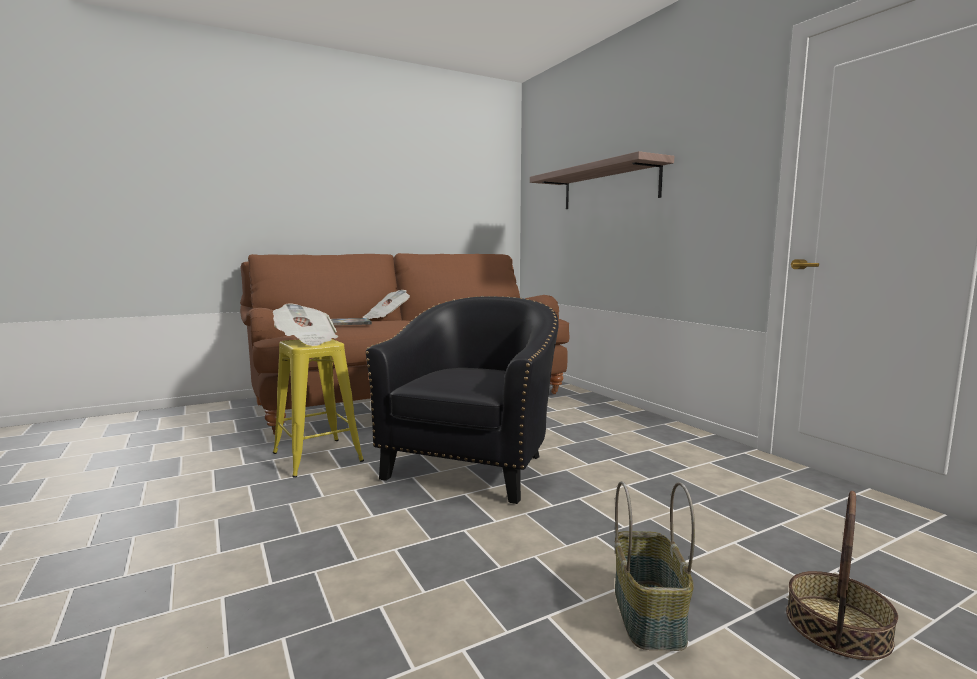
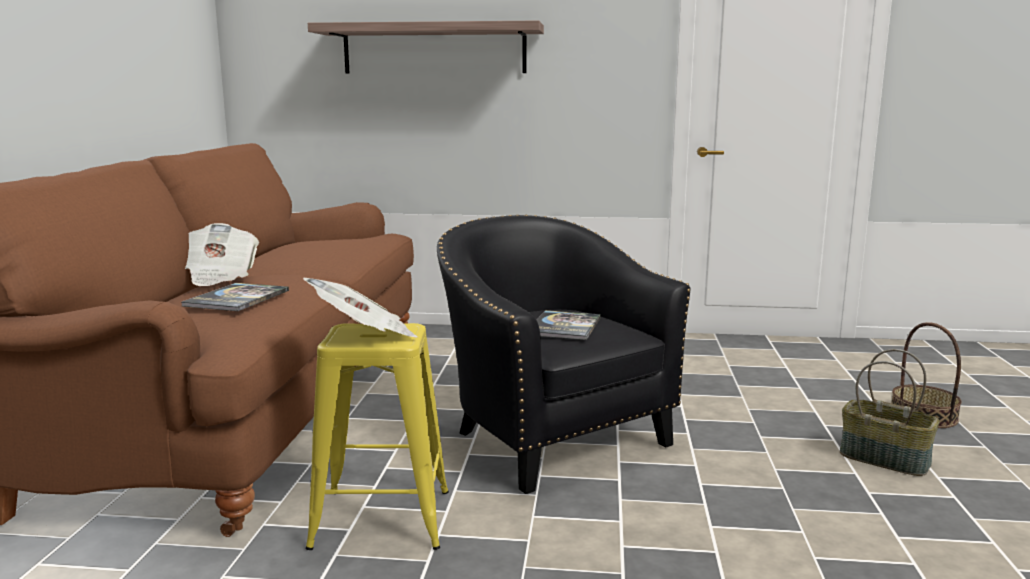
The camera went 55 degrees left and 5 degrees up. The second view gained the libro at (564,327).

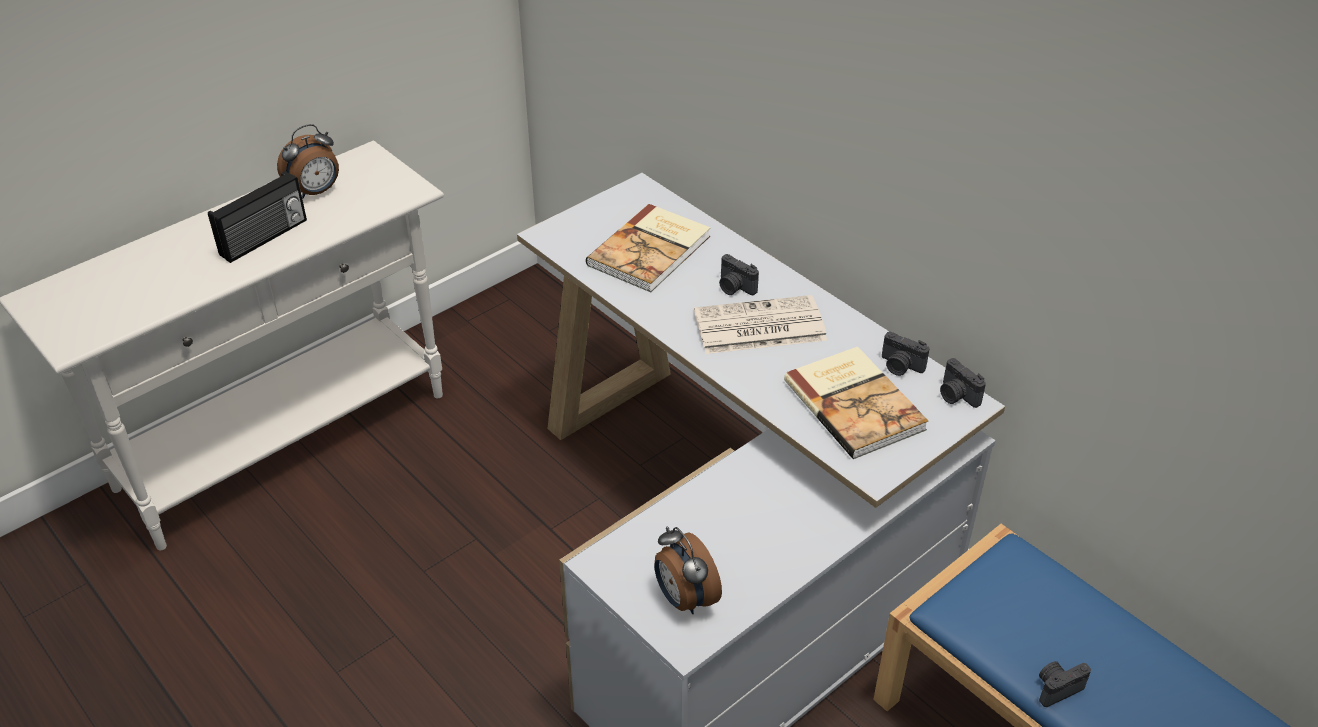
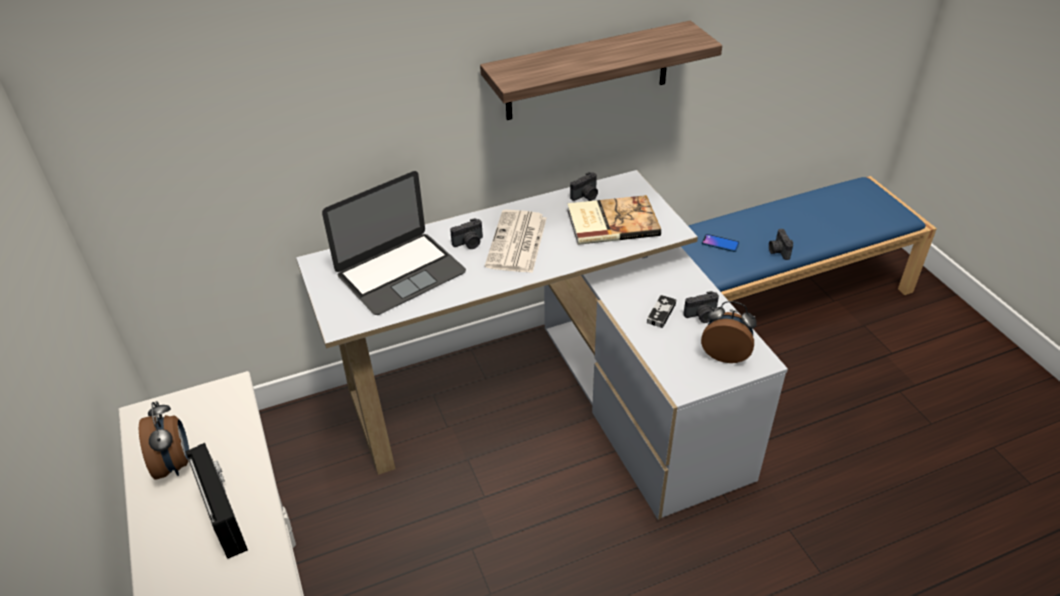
The camera went 70 degrees left and 0 degrees up. The second view gained the estante at (588,71). The second view gained the mando de consola at (661,313). The second view gained the móvil at (720,243). The cámara ended up elsewhere, having gone from (956,396) to (701,316). Where the libro stood at (652,251), the portátil came to stand at (400,273). The despertador at (684,599) ended up facing another way, 150 degrees counterclockwise from before.

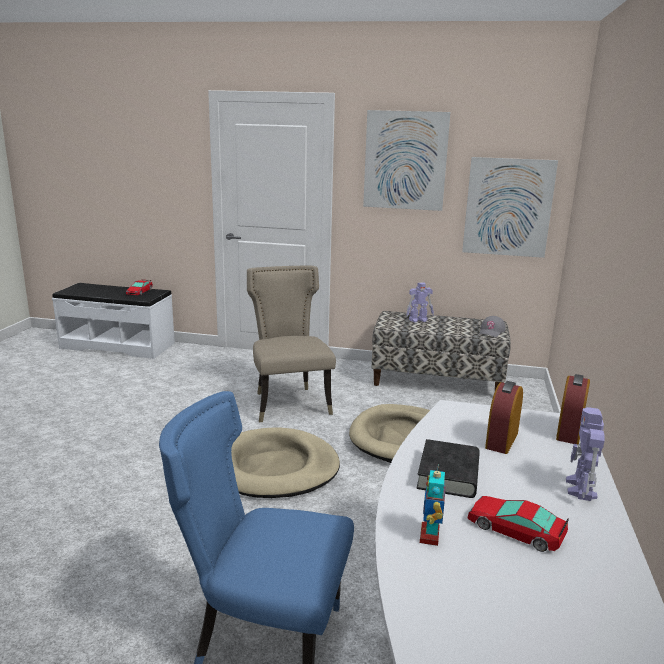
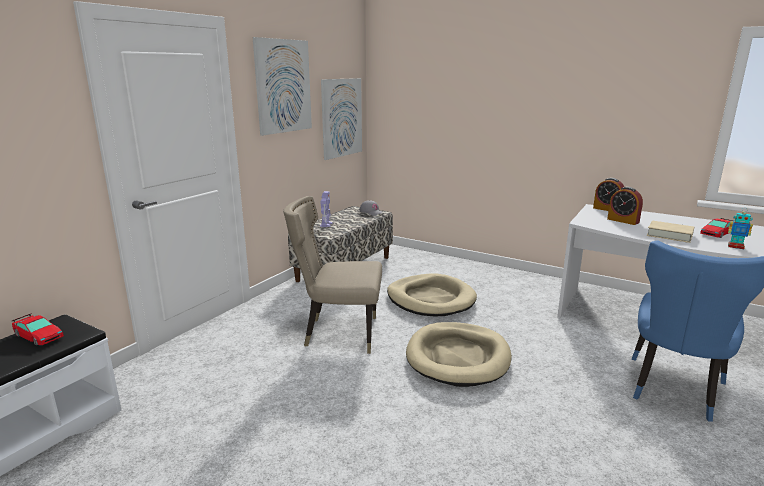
The camera went 70 degrees left and 0 degrees up. The second view lost the robot de juguete at (581,489). What was the libro (negro) at (448,474) turned into the libro (beis) at (669,235).

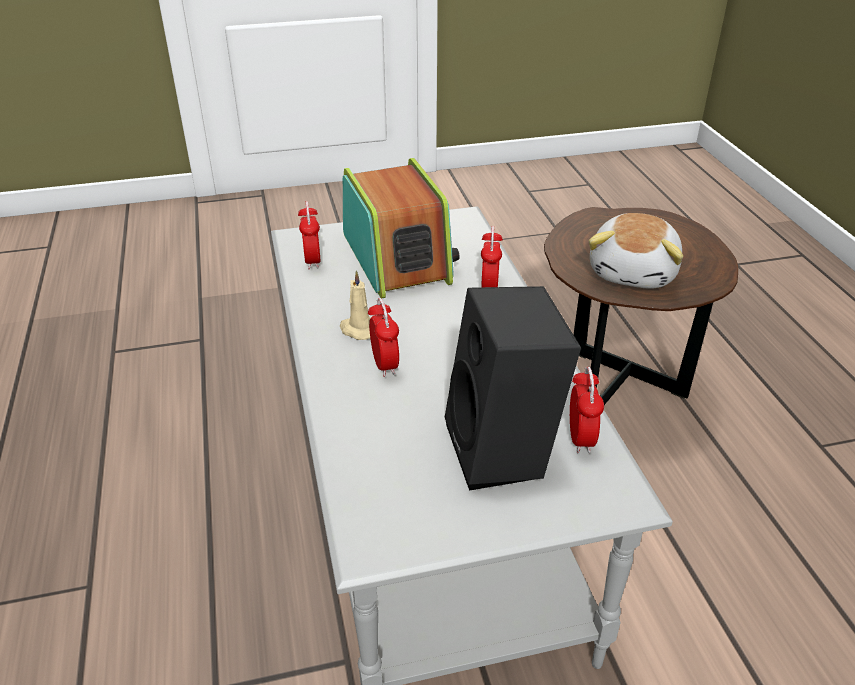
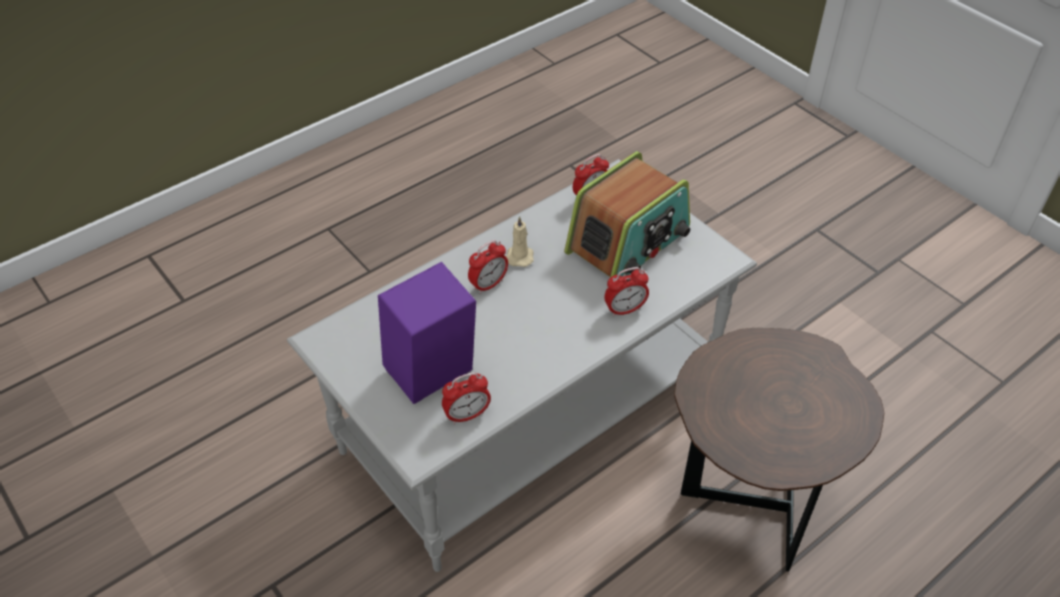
The camera went 65 degrees right and 10 degrees up. The second view lost the peluche at (634,272). What was the altavoz (negro) at (505,452) turned into the altavoz (morado) at (431,377).

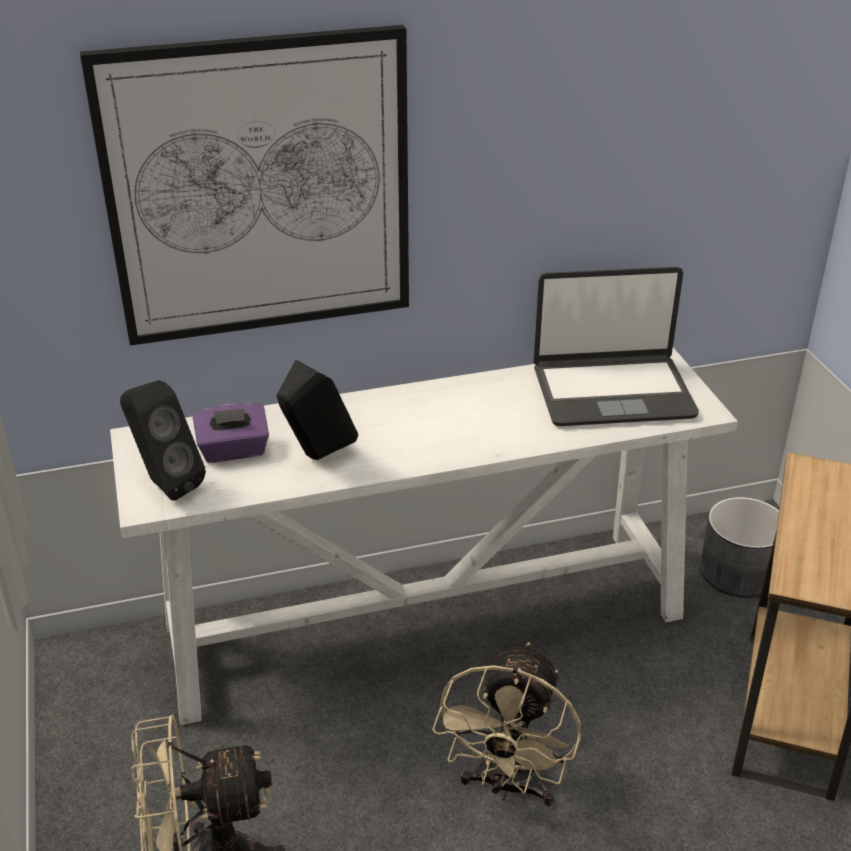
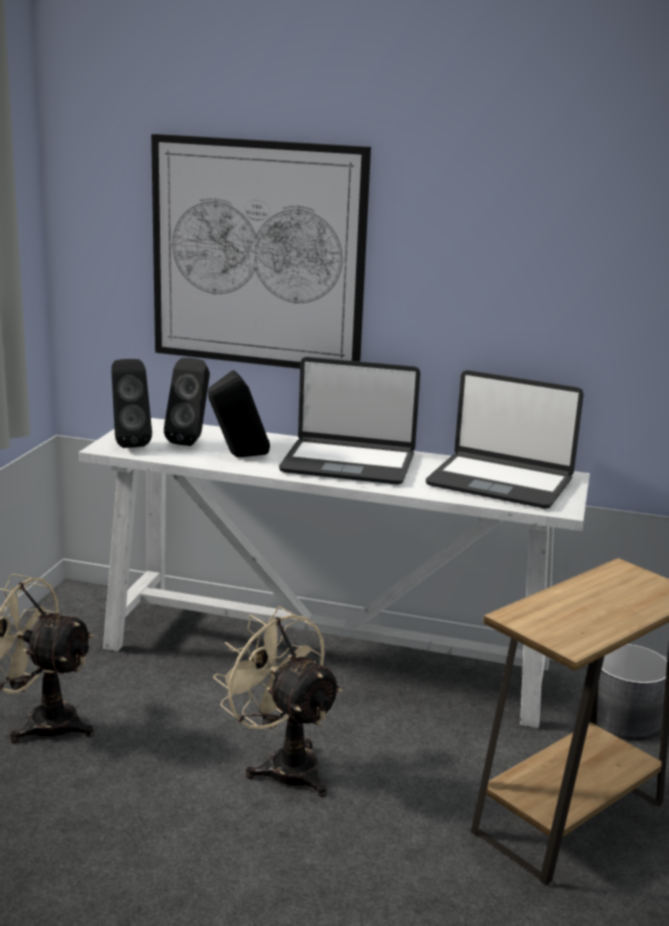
The camera went 30 degrees right and 15 degrees down. The second view gained the portátil at (348,463). Where the caja de pañuelos (morado) stood at (233,451), the altavoz (negro) came to stand at (191,441). The ventilador (beis) at (508,786) ended up facing another way, 90 degrees clockwise from before.

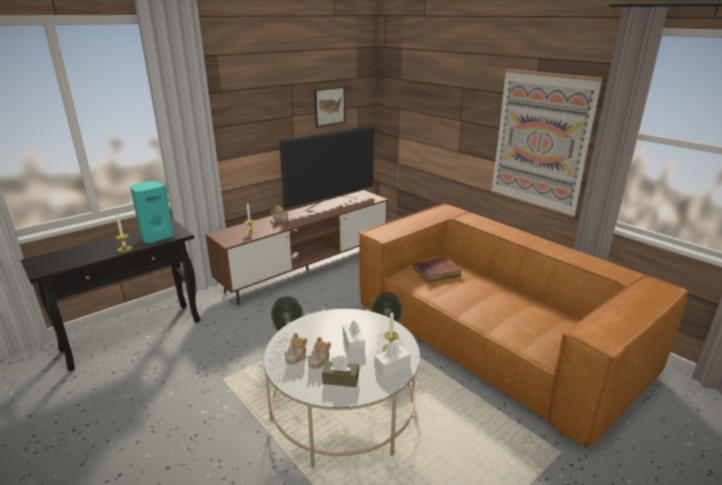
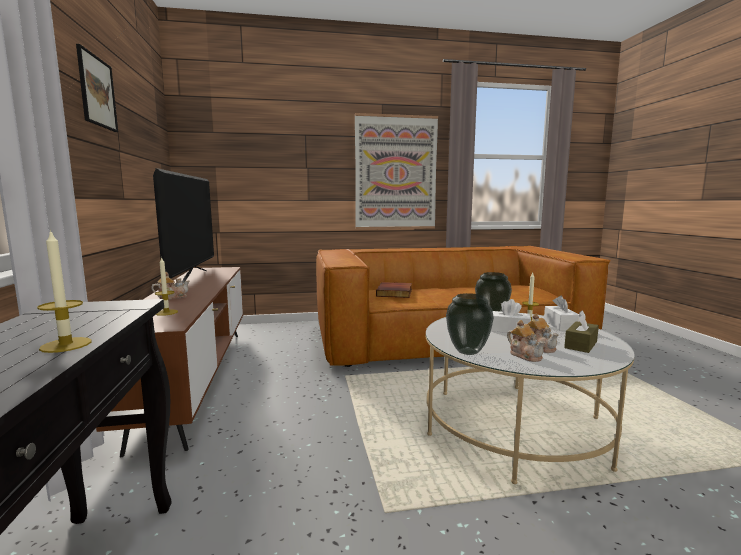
The camera went 60 degrees left and 15 degrees down. The second view lost the altavoz (turquesa) at (156,237). The cuadro ended up elsewhere, having gone from (329,106) to (97,91).

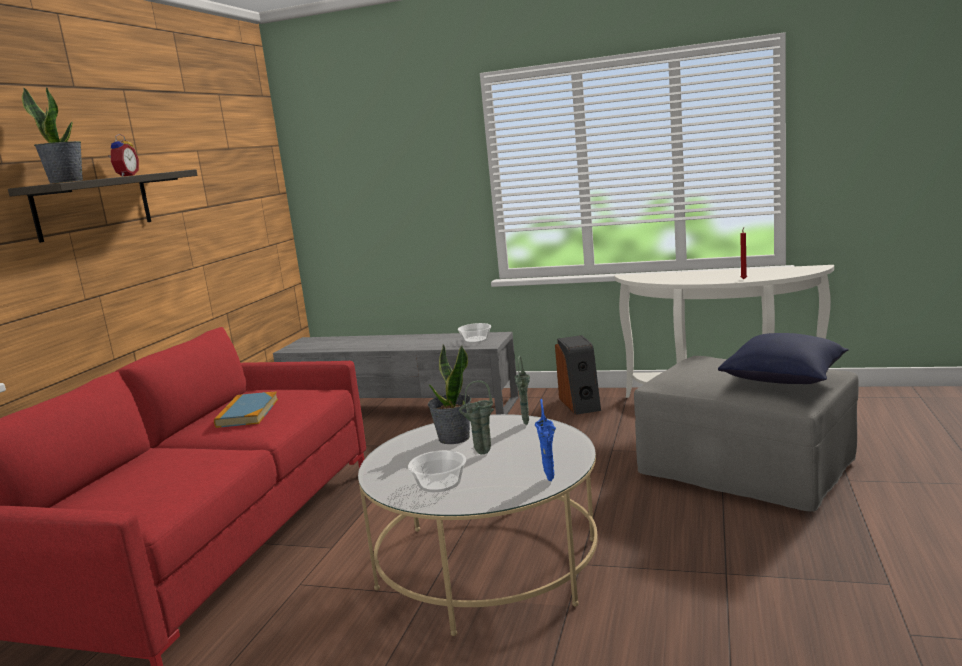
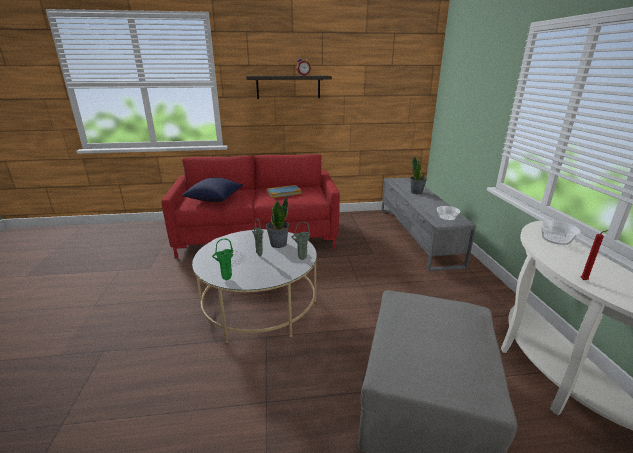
The camera went 65 degrees right and 10 degrees up. The second view lost the altavoz at (580,404). The second view gained the cuenco at (555,239). The planta en maceta ended up elsewhere, having gone from (66,182) to (416,192). The cojín (azul) ended up elsewhere, having gone from (784,380) to (214,199). What was the florero (azul) at (550,480) turned into the florero (verde) at (226,280).

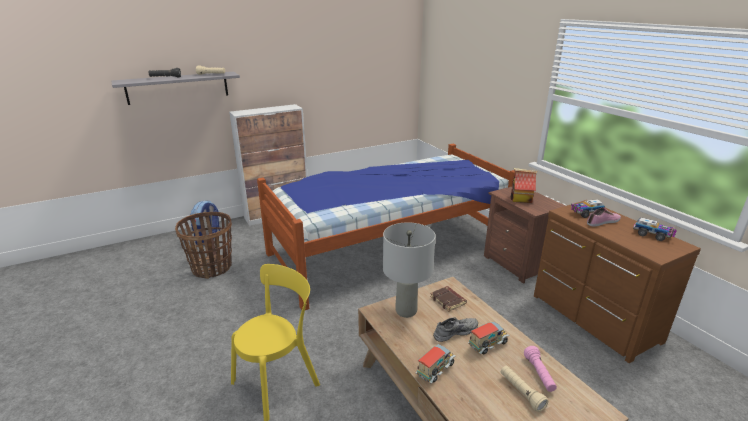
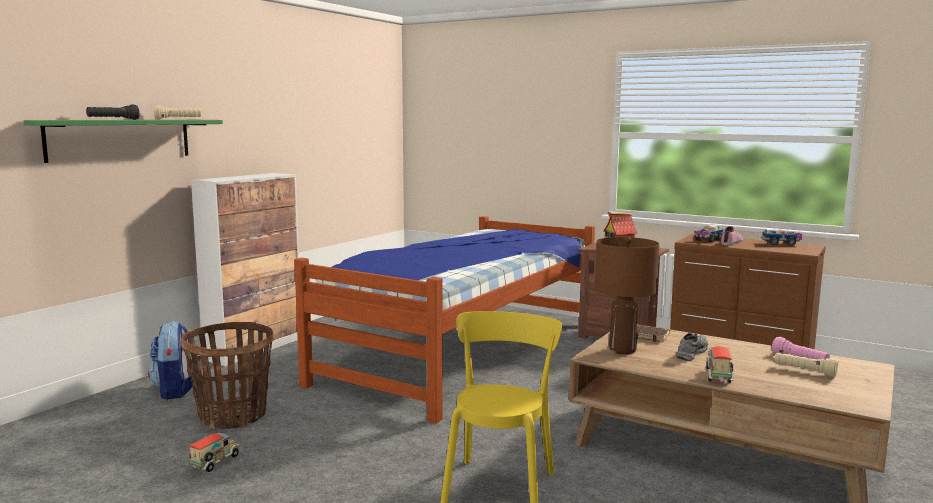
The camera went 30 degrees left and 15 degrees down. The camión de juguete ended up elsewhere, having gone from (488,345) to (215,463). What was the estante (gris) at (178,87) turned into the estante (verde) at (120,139). What was the lámpara de mesa (gris) at (406,311) turned into the lámpara de mesa (marrón) at (622,350).

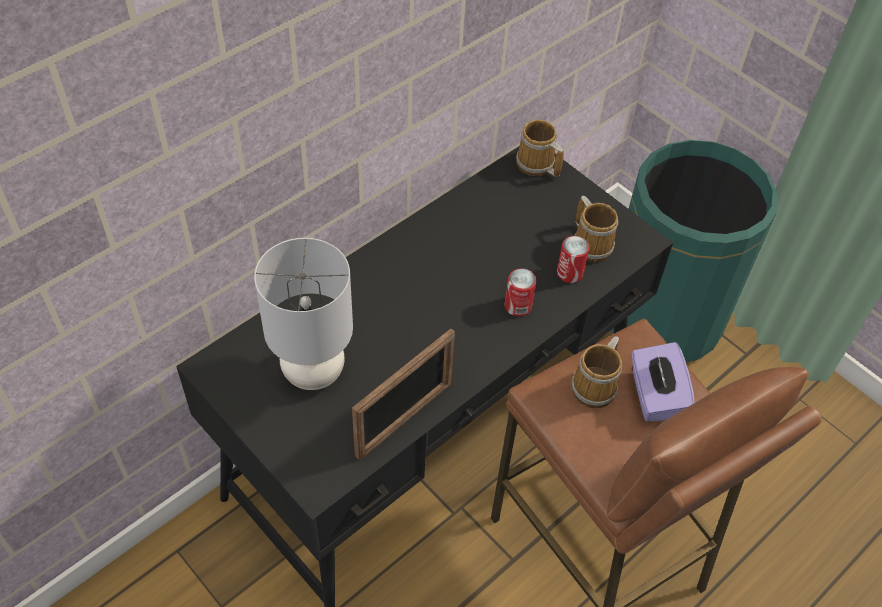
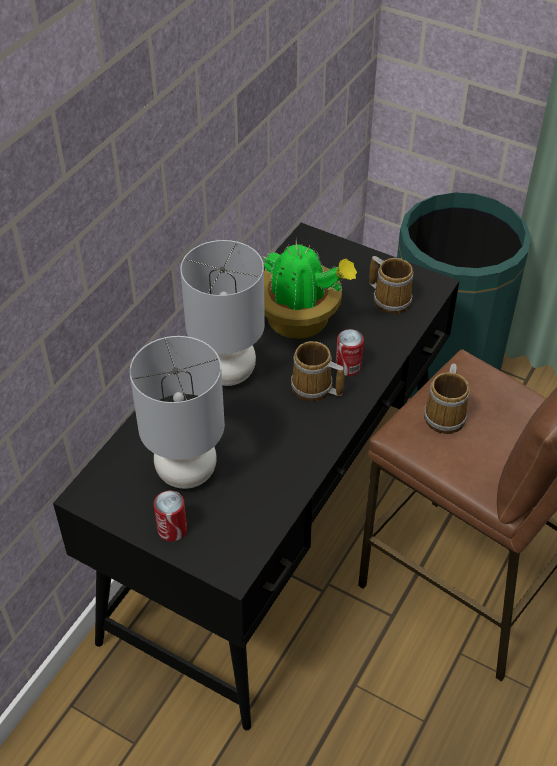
The camera went 15 degrees left and 5 degrees down. The second view lost the portarretratos at (404,419). The second view lost the caja de pañuelos (morado) at (655,396). The second view gained the lámpara de mesa (gris) at (226,372). The second view gained the planta en maceta at (300,321). The taza grande ended up elsewhere, having gone from (536,165) to (314,388). The lata ended up elsewhere, having gone from (569,273) to (172,529).

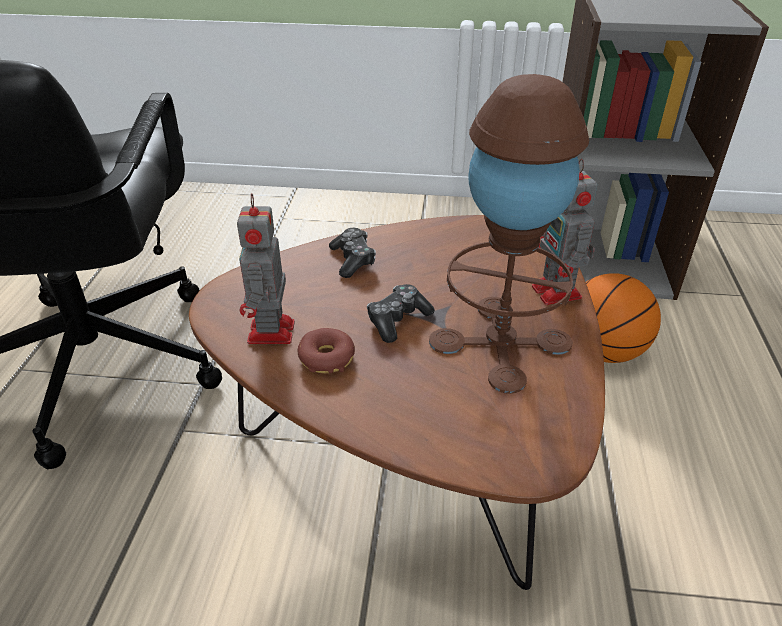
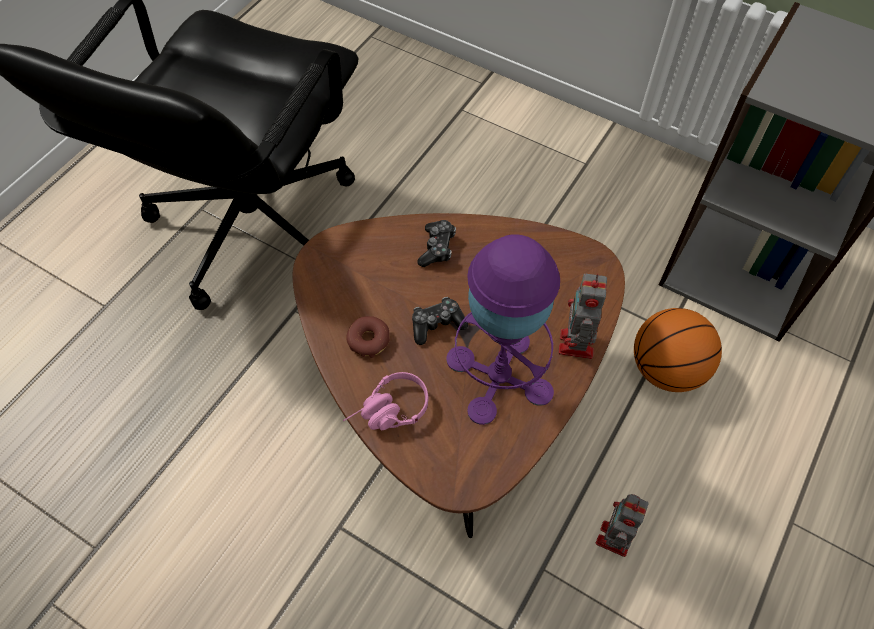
The camera went 25 degrees right and 20 degrees up. The second view gained the auriculares (rosa) at (388,413). The robot de juguete ended up elsewhere, having gone from (271,334) to (613,540). What was the lámpara de mesa (marrón) at (500,342) turned into the lámpara de mesa (morado) at (499,376).

